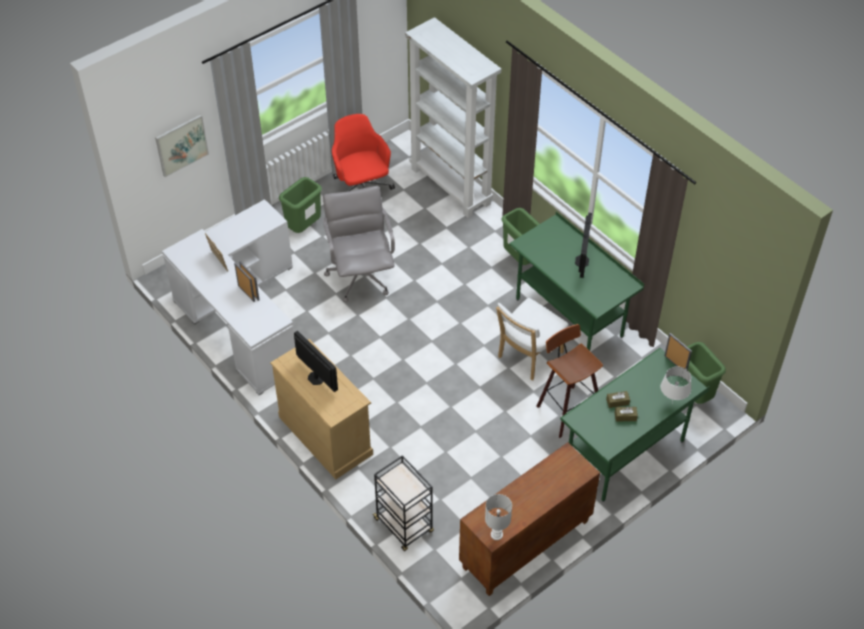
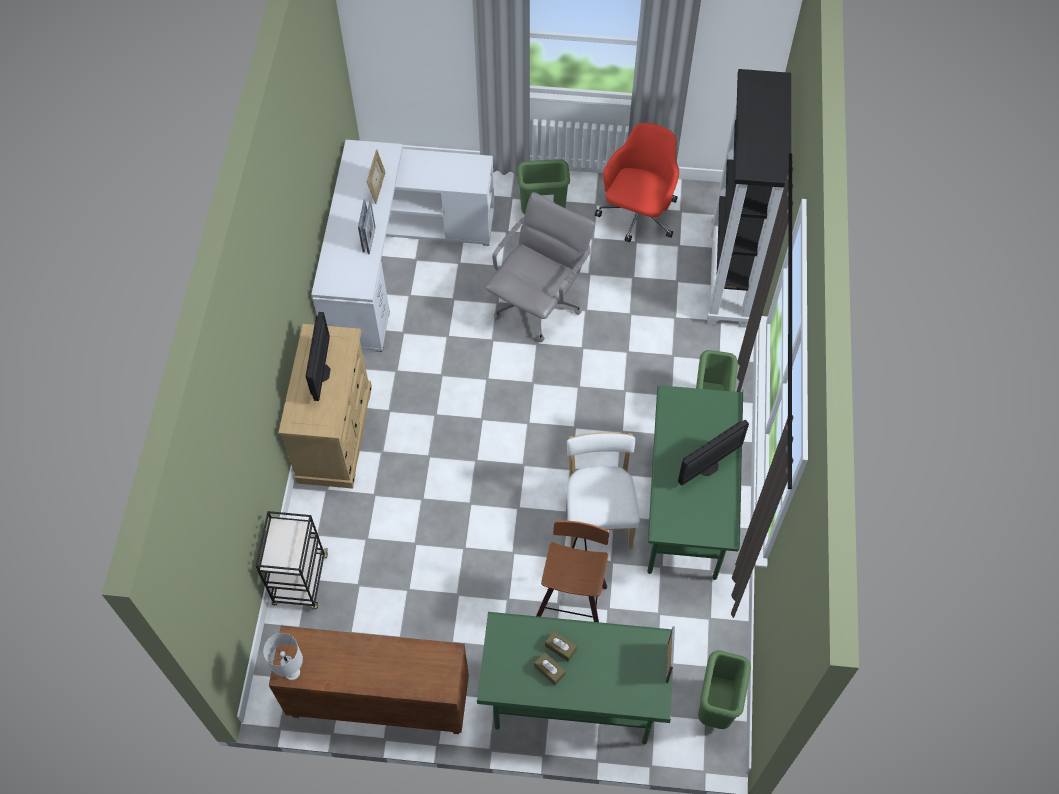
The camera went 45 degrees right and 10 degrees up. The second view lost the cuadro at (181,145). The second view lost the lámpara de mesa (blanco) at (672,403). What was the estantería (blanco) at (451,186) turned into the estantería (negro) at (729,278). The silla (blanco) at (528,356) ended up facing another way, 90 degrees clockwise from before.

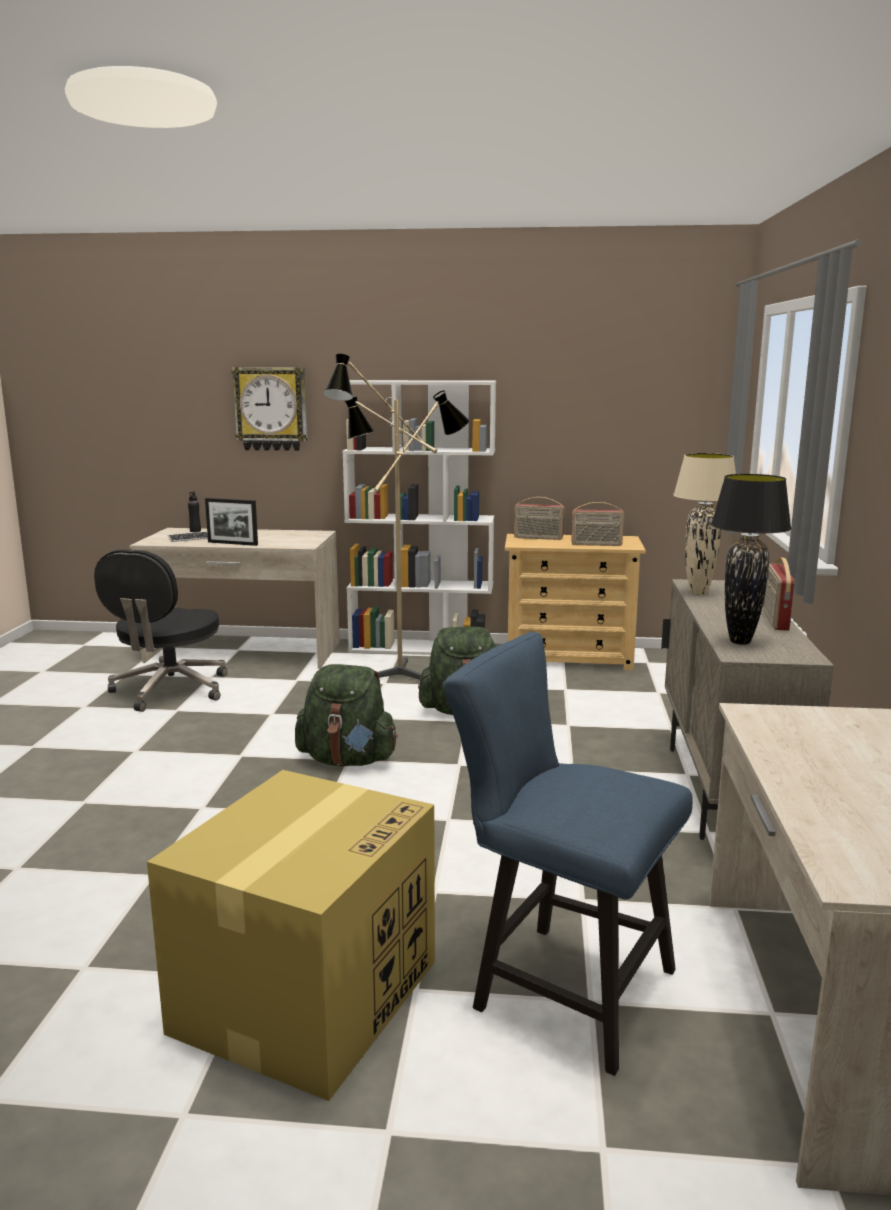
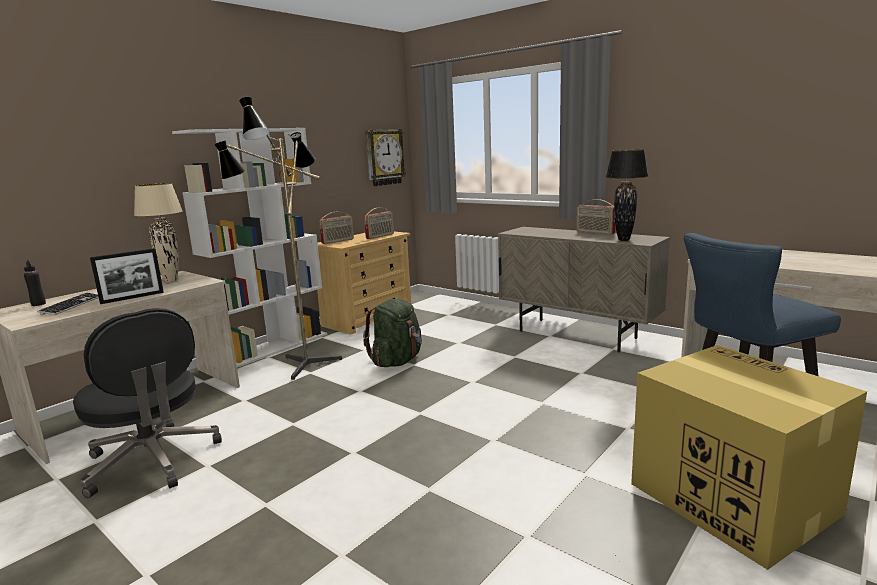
The camera went 55 degrees left and 0 degrees up. The second view lost the mochila (verde) at (348,760). The reloj de pared ended up elsewhere, having gone from (271,409) to (384,157). The lámpara de mesa (beis) ended up elsewhere, having gone from (697,593) to (170,281).

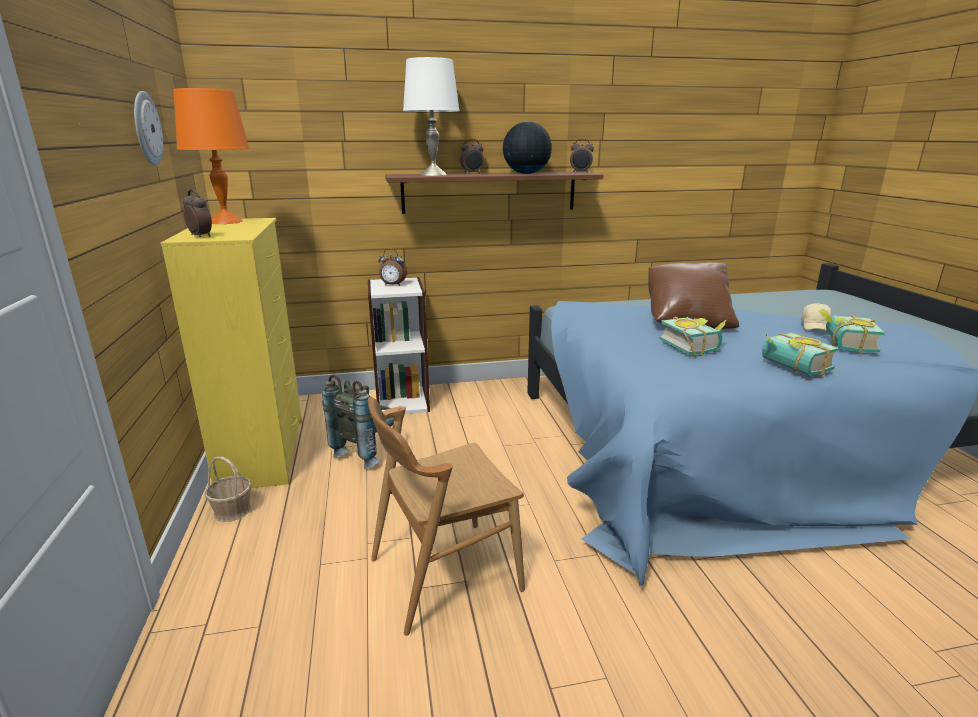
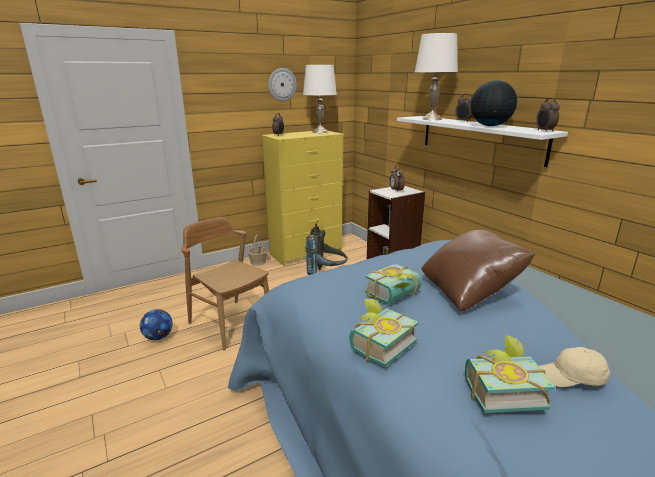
The camera went 70 degrees right and 0 degrees up. The second view gained the balón de fútbol at (158,337). What was the lámpara de mesa (naranja) at (226,222) turned into the lámpara de mesa (blanco) at (320,132). What was the estante (marrón) at (489,192) turned into the estante (blanco) at (480,138).

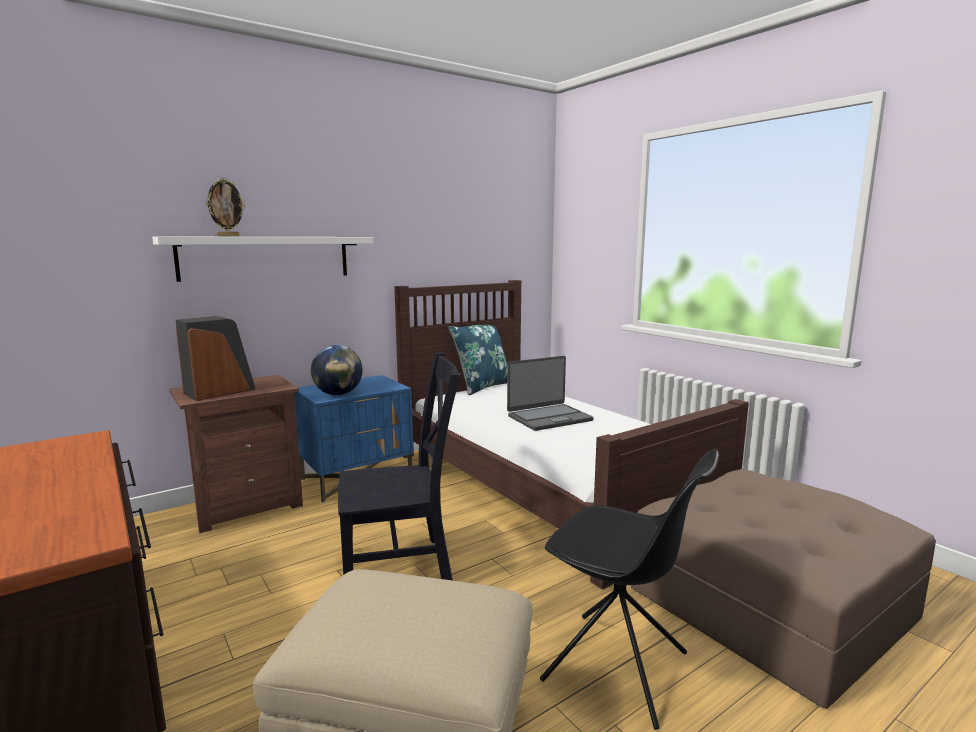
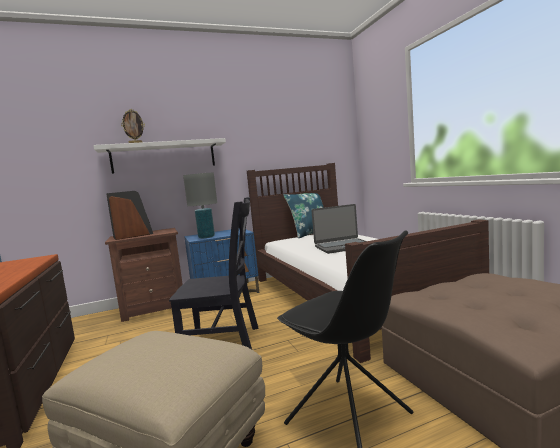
The camera went 15 degrees right and 5 degrees down. Where the globo terráqueo stood at (338,394), the lámpara de mesa (gris) came to stand at (206,237).

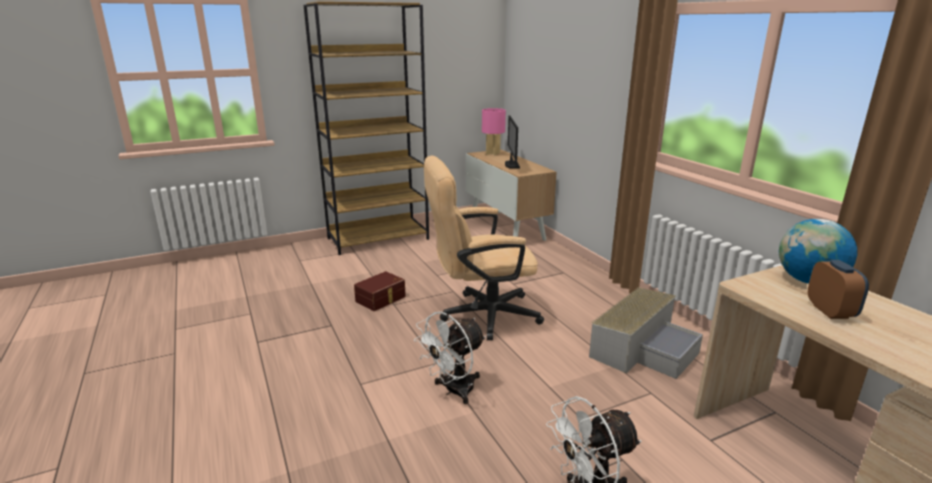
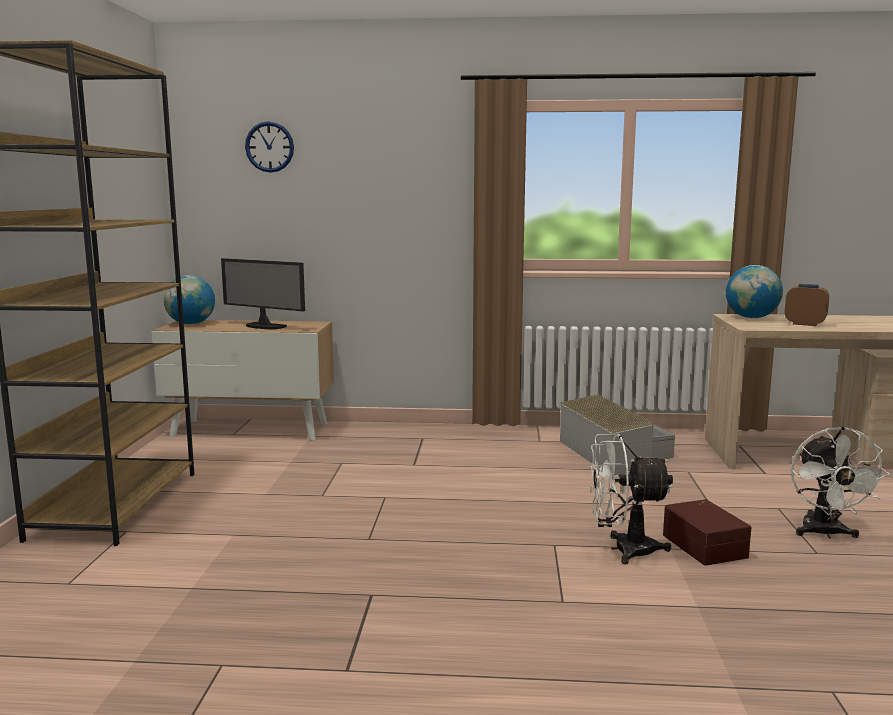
The camera went 60 degrees left and 10 degrees down. The second view lost the silla de oficina (beis) at (480,315). The second view gained the reloj de pared at (269,147). The caja de almacenaje (marrón) ended up elsewhere, having gone from (381,299) to (706,545). Where the lámpara de mesa (rosa) stood at (492,153), the globo terráqueo came to stand at (191,324). The ventilador (blanco) at (453,391) ended up facing another way, 105 degrees clockwise from before.

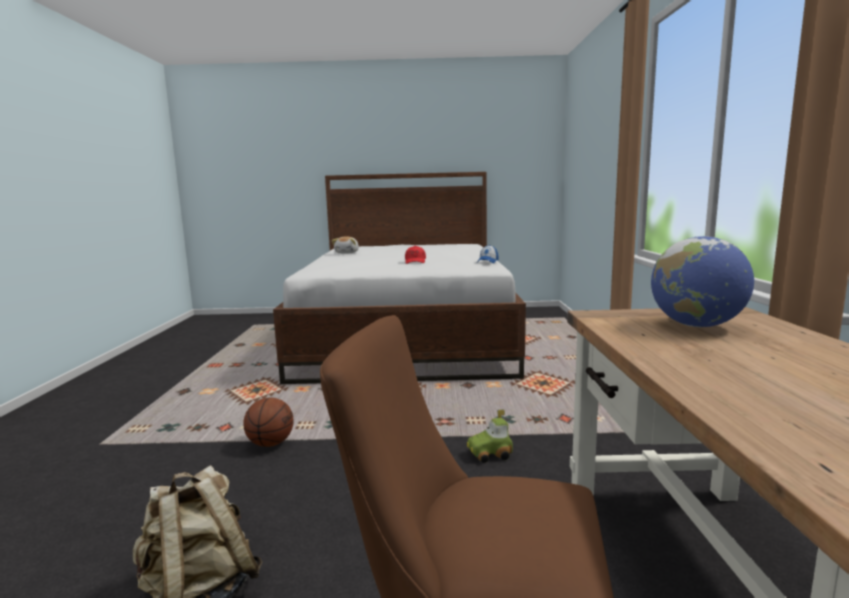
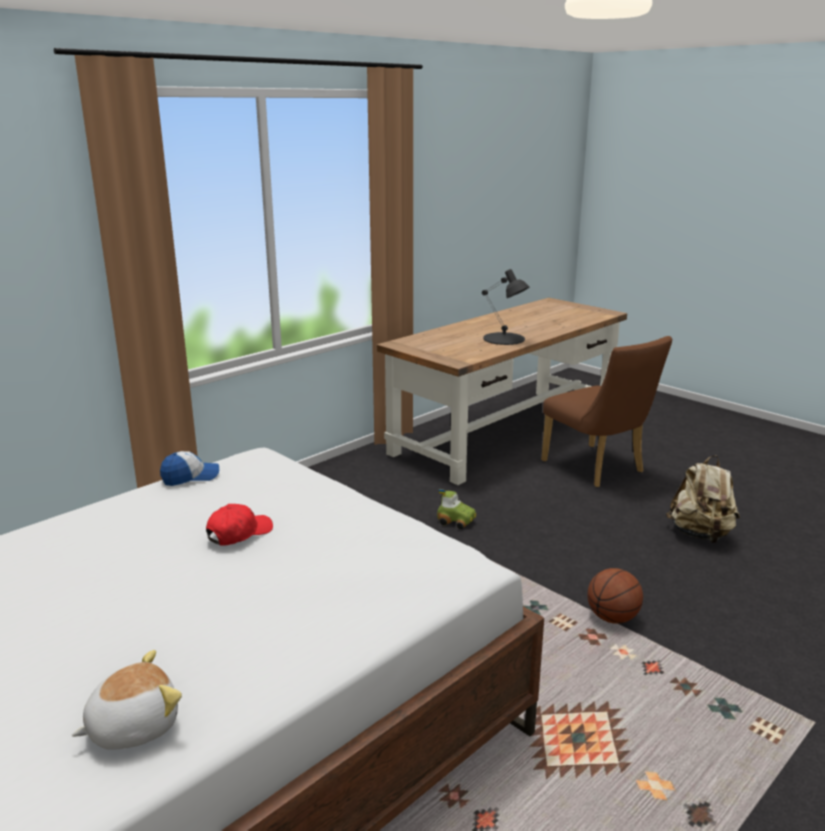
The camera went 135 degrees left and 10 degrees up. The second view lost the globo terráqueo at (696,325). The second view gained the lámpara de mesa (negro) at (504,339).

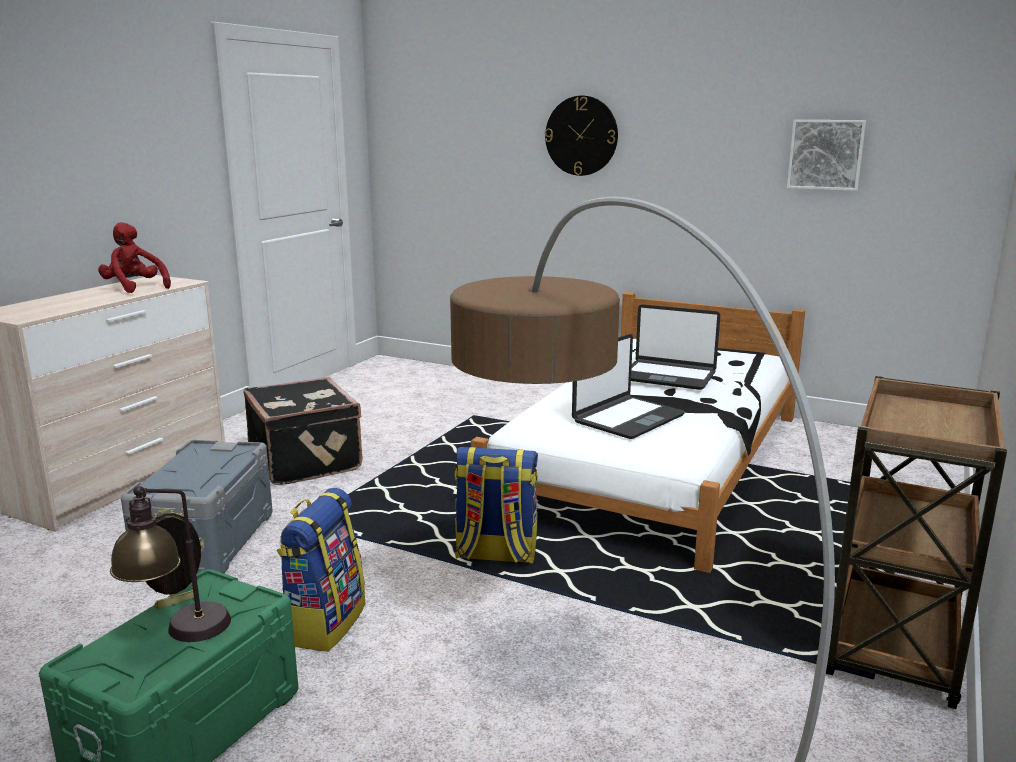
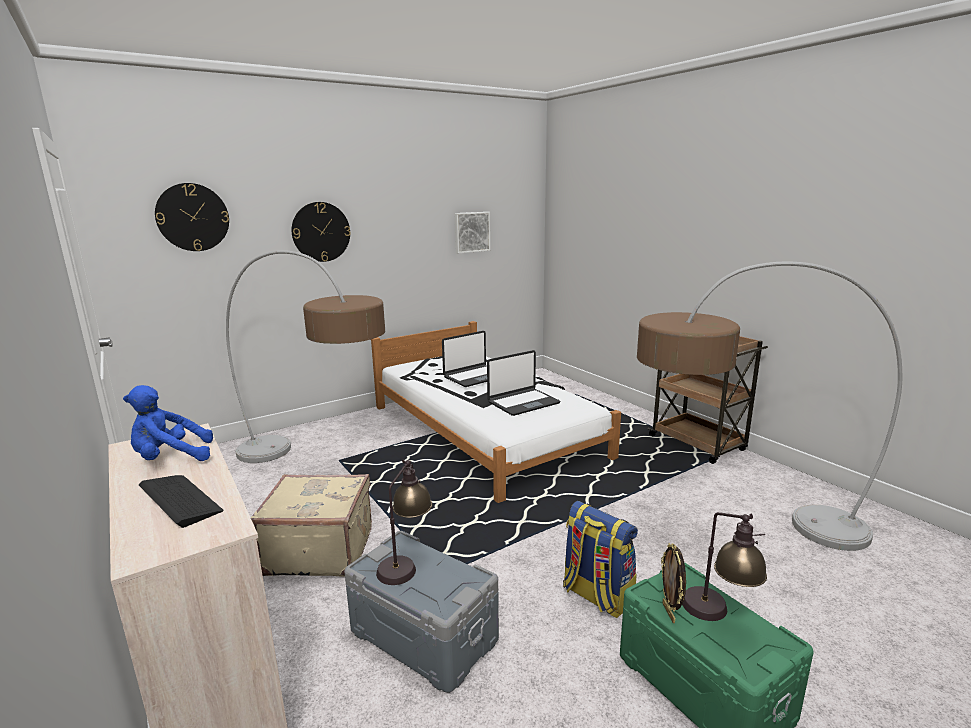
The camera went 60 degrees left and 0 degrees up. The second view lost the mochila at (495,554). The second view gained the teclado at (180,500). The second view gained the reloj de pared at (192,217). The second view gained the lámpara de pie at (318,465). The second view gained the lámpara de mesa at (406,563). What was the peluche (rojo) at (134,288) turned into the peluche (azul) at (170,458). What was the maleta (negro) at (307,460) turned into the maleta (beis) at (320,550). The portátil at (627,418) ended up facing another way, 75 degrees clockwise from before.

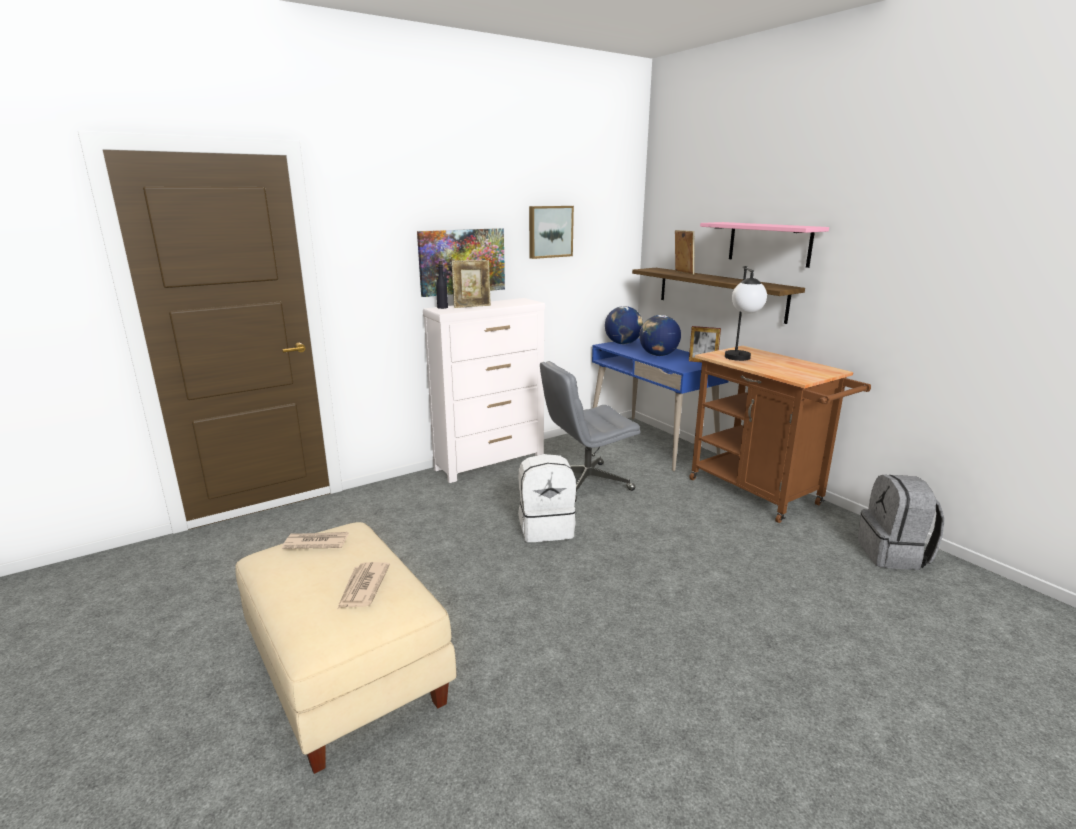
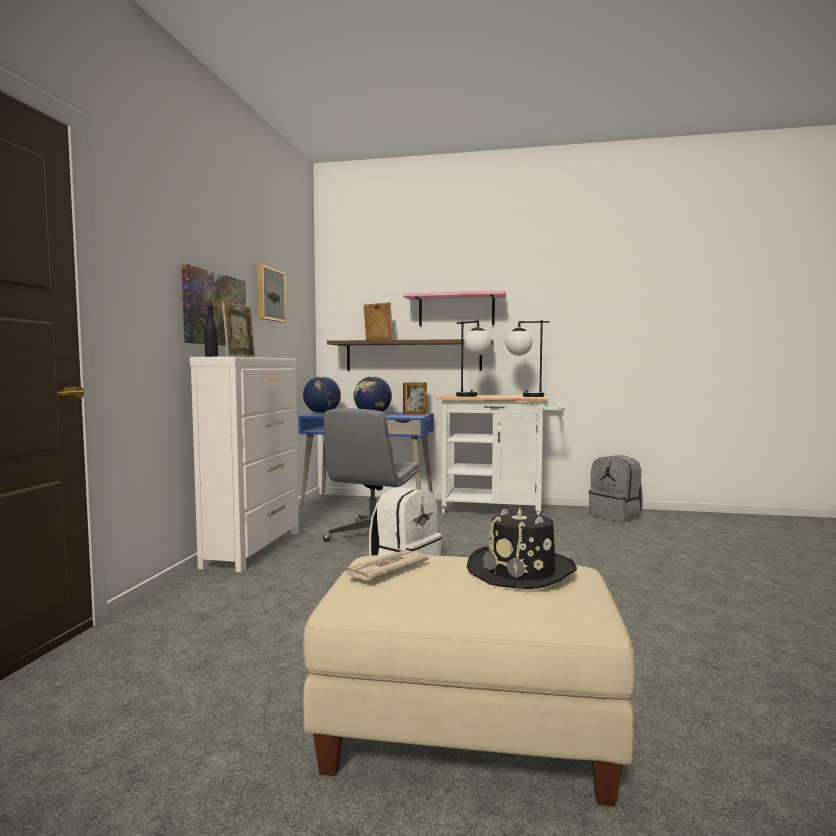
The camera went 45 degrees left and 15 degrees down. The second view gained the lámpara de mesa at (524,396). Where the periódico stood at (363,587), the sombrero (negro) came to stand at (522,571). What was the carrito (marrón) at (761,494) turned into the carrito (blanco) at (499,510).

